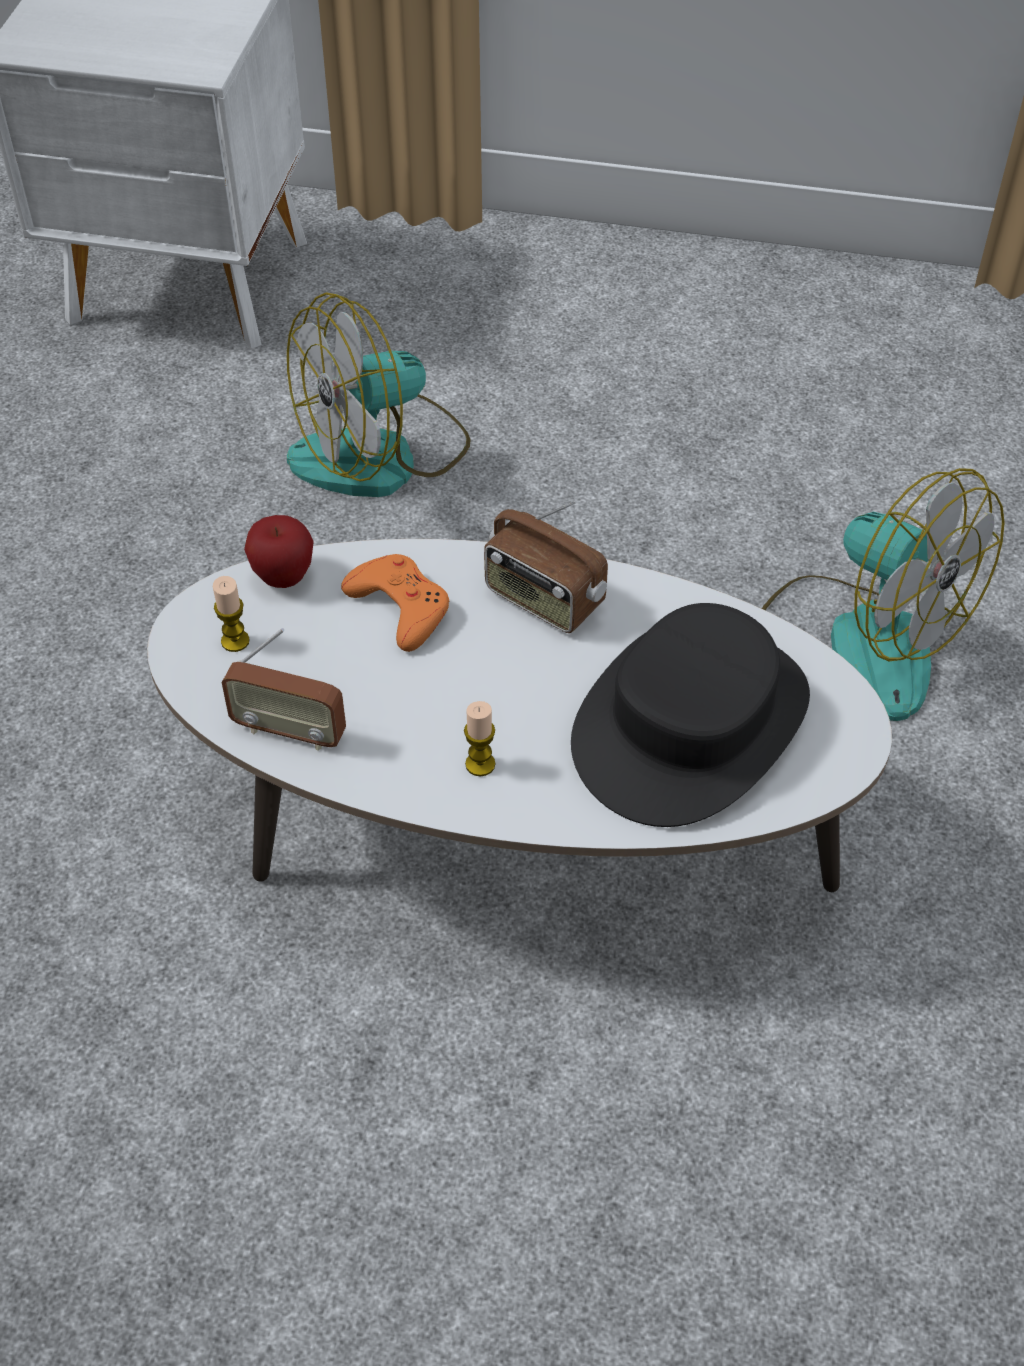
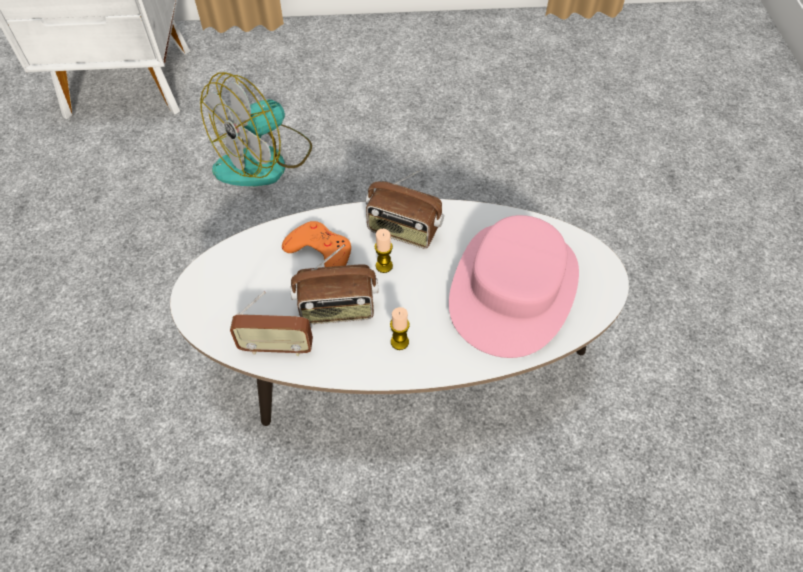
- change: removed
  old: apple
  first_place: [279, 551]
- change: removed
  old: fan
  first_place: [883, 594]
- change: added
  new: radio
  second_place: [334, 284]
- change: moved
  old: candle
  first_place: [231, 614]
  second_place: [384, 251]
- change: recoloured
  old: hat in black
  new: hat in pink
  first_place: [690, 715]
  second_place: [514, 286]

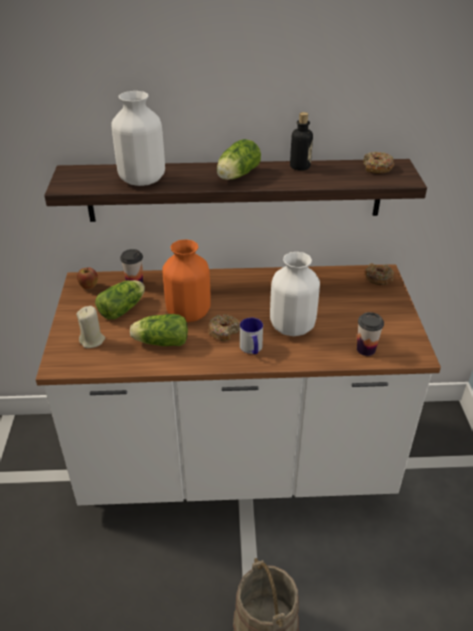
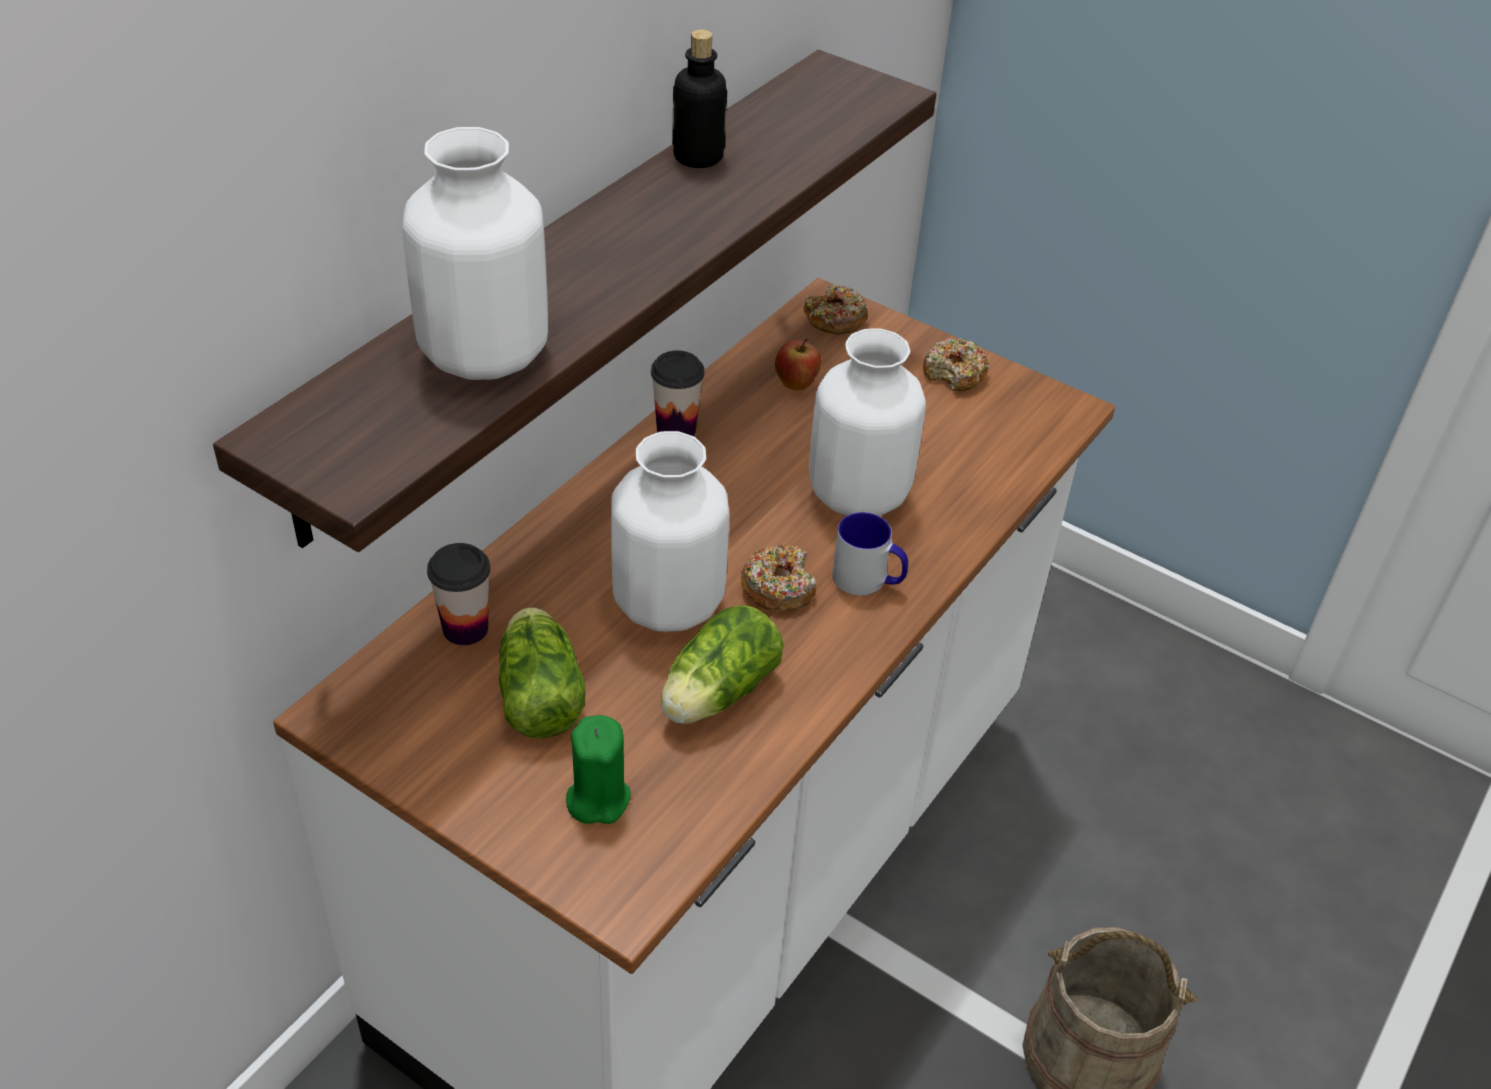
- change: removed
  old: lettuce
  first_place: [238, 159]
- change: moved
  old: apple
  first_place: [87, 278]
  second_place: [798, 364]
- change: moved
  old: cup
  first_place: [370, 334]
  second_place: [677, 393]
- change: moved
  old: donut
  first_place: [378, 163]
  second_place: [956, 364]
- change: recoloured
  old: candle in beige
  new: candle in green
  first_place: [90, 327]
  second_place: [598, 769]
- change: recoloured
  old: vase in orange
  new: vase in white
  first_place: [186, 280]
  second_place: [670, 531]

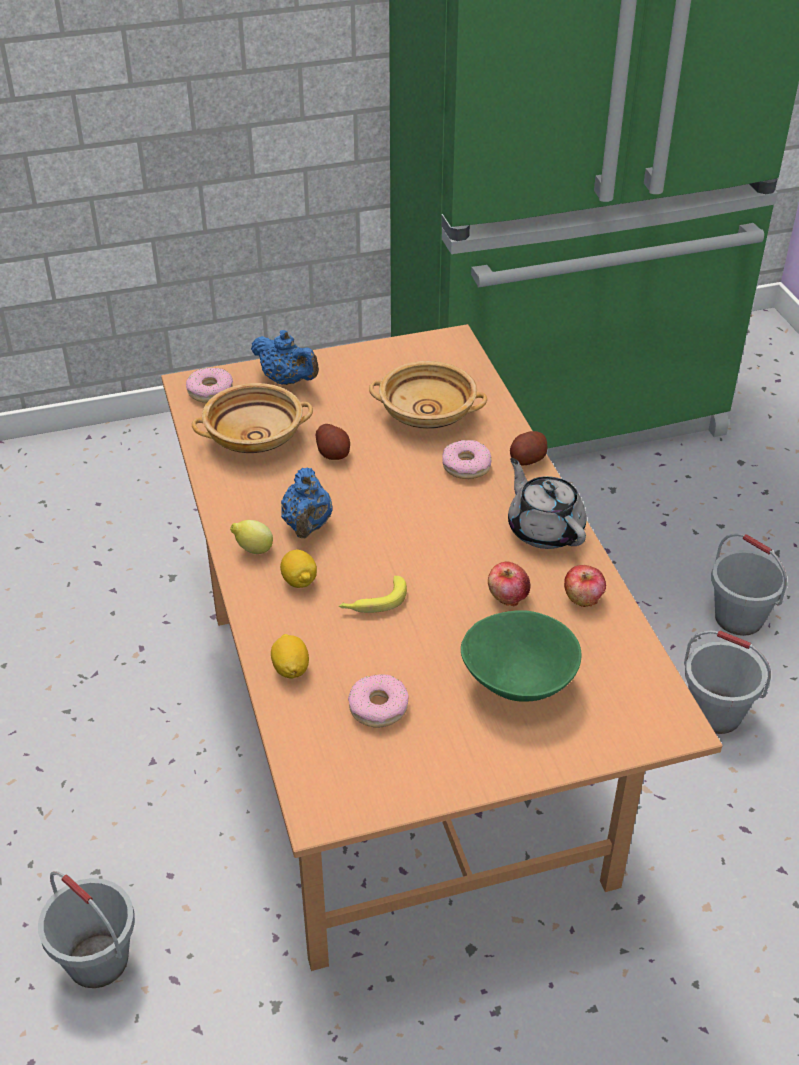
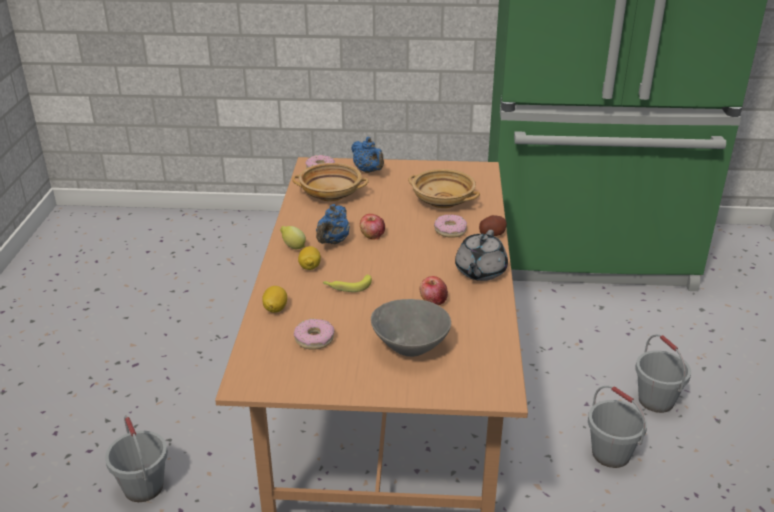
- change: removed
  old: potato
  first_place: [332, 442]
- change: moved
  old: apple
  first_place: [585, 586]
  second_place: [372, 227]
- change: recoloured
  old: bowl in green
  new: bowl in grey
  first_place: [521, 656]
  second_place: [411, 328]
- change: turned
  old: teapot in grey
  first_place: [547, 503]
  second_place: [481, 255]
  degrees: -150

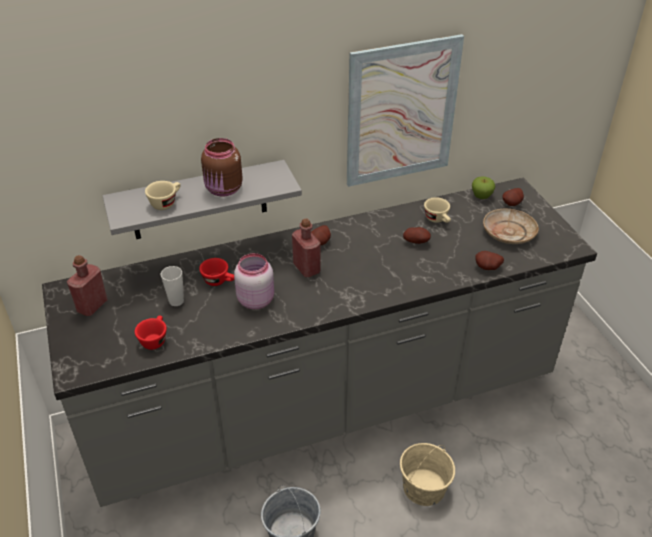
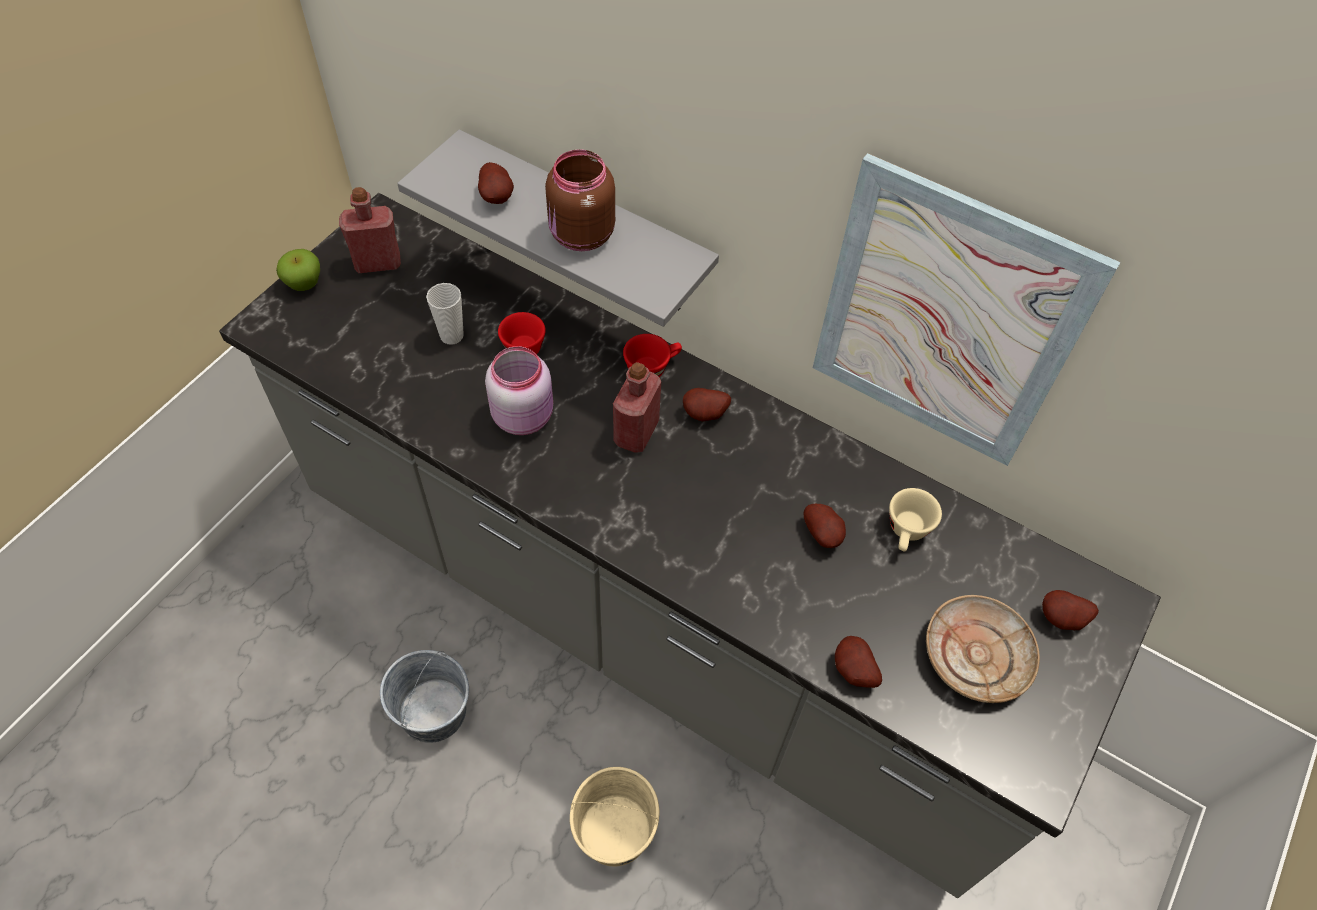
- change: moved
  old: cup in red
  first_place: [151, 332]
  second_place: [652, 355]
- change: moved
  old: apple
  first_place: [483, 187]
  second_place: [298, 270]
- change: replaced
  old: cup in beige
  new: potato
  first_place: [163, 195]
  second_place: [496, 183]

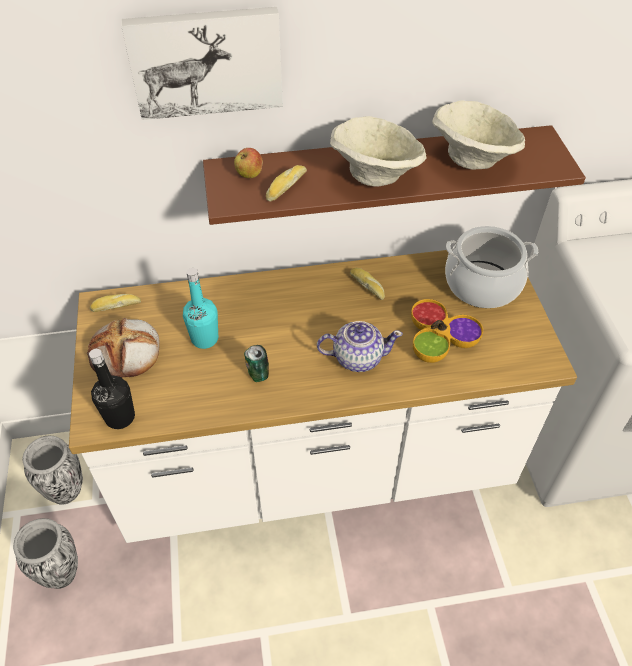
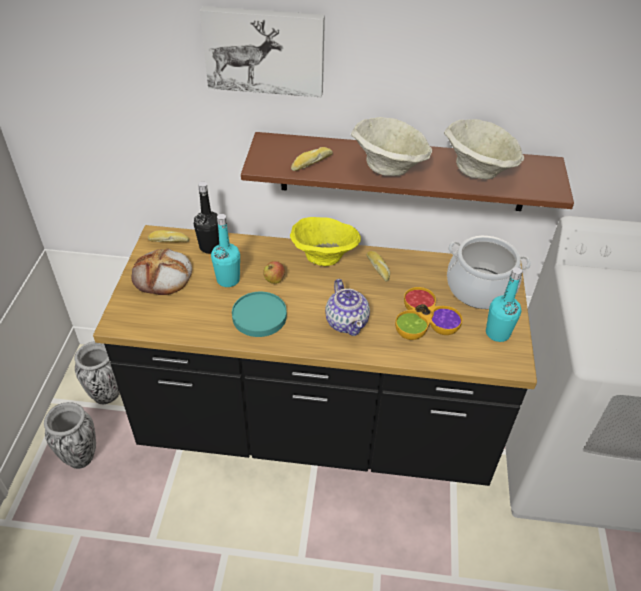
- change: added
  new: bowl in yellow
  second_place: [325, 241]
- change: added
  new: bottle in turquoise
  second_place: [504, 304]
- change: moved
  old: bottle in black
  first_place: [112, 389]
  second_place: [206, 218]
- change: moved
  old: apple
  first_place: [248, 163]
  second_place: [274, 272]
- change: replaced
  old: can
  new: plate in turquoise
  first_place: [256, 363]
  second_place: [259, 314]
- change: recoloured
  old: counter in white
  new: counter in black
  first_place: [323, 396]
  second_place: [315, 355]
- change: turned
  old: teapot
  first_place: [360, 346]
  second_place: [347, 307]
  degrees: 60

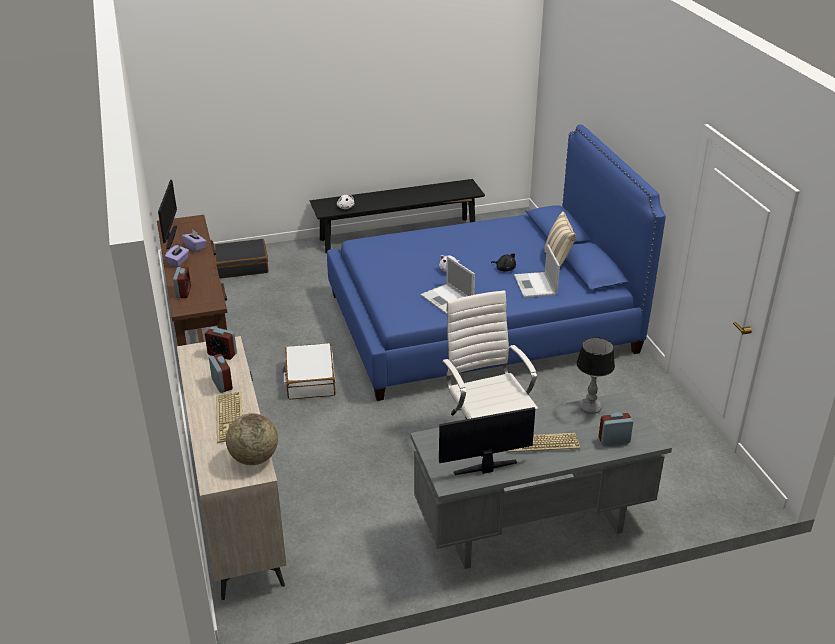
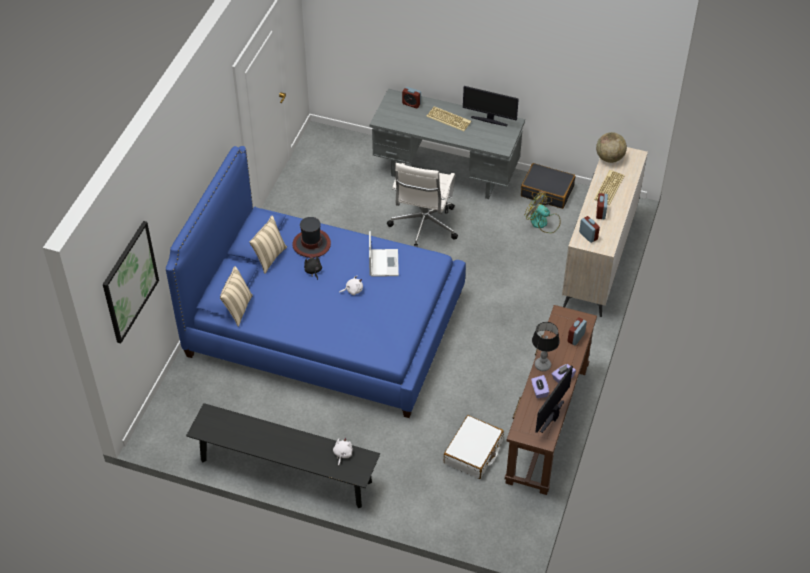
- change: added
  new: picture
  second_place: [131, 282]
- change: added
  new: pillow in beige
  second_place: [236, 296]
- change: added
  new: fan
  second_place: [543, 212]
- change: moved
  old: suitcase in black
  first_place: [241, 259]
  second_place: [548, 186]
- change: moved
  old: suitcase in white
  first_place: [309, 371]
  second_place: [474, 447]
- change: moved
  old: table lamp
  first_place: [595, 375]
  second_place: [546, 346]
- change: replaced
  old: laptop
  new: hat
  first_place: [537, 271]
  second_place: [311, 237]

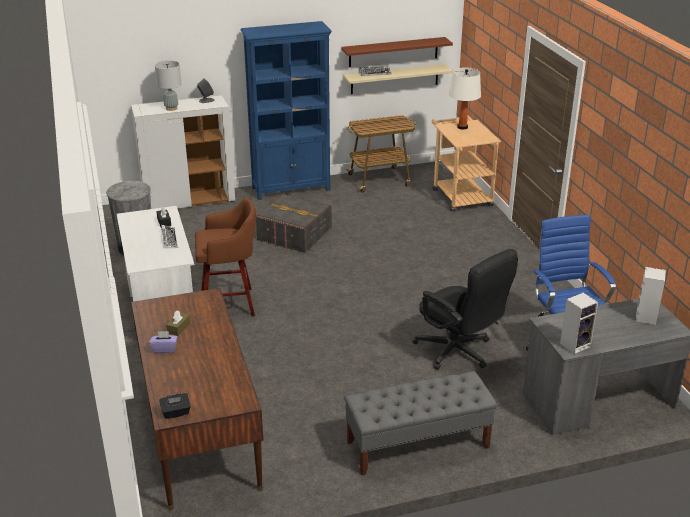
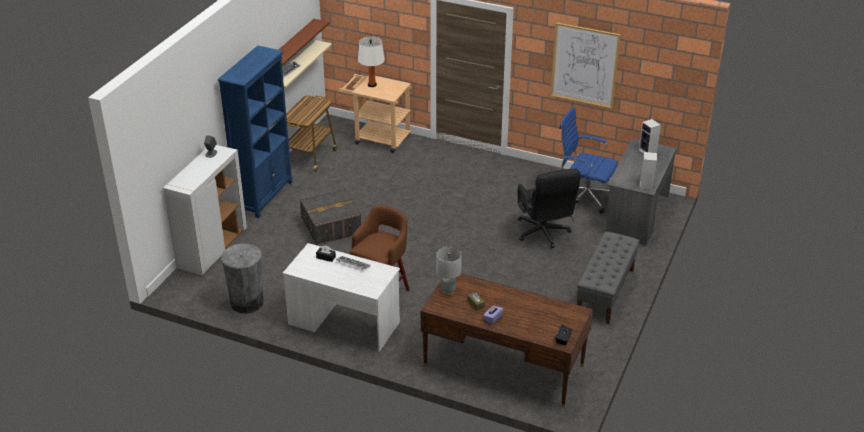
- change: added
  new: picture
  second_place: [585, 65]
- change: moved
  old: table lamp in grey
  first_place: [168, 86]
  second_place: [449, 271]
- change: turned
  old: office chair in black
  first_place: [465, 309]
  second_place: [548, 208]
  degrees: 75

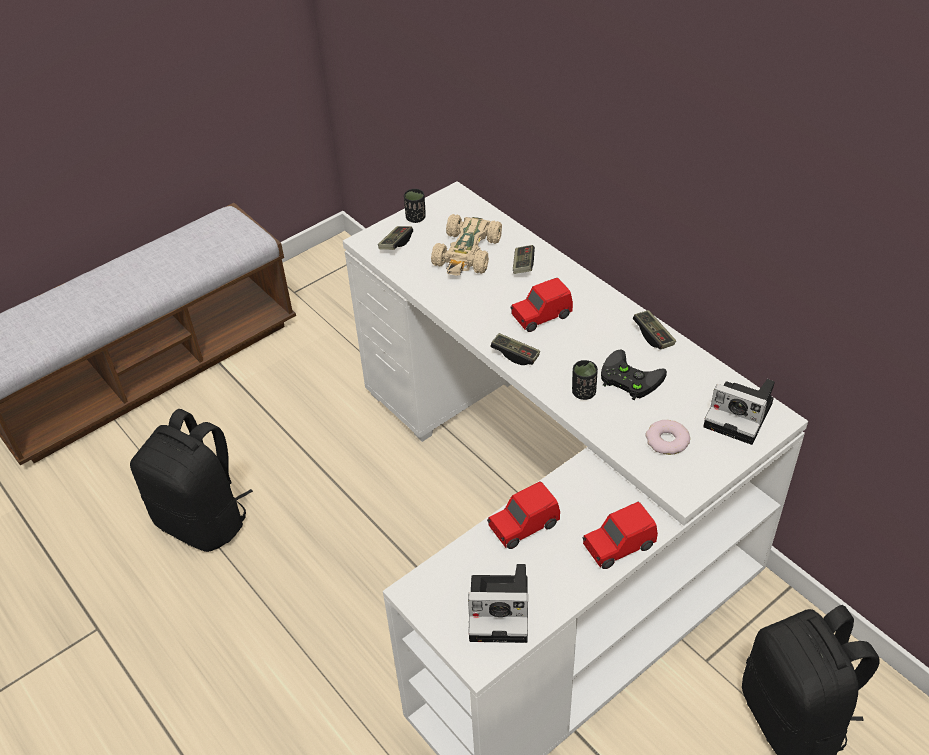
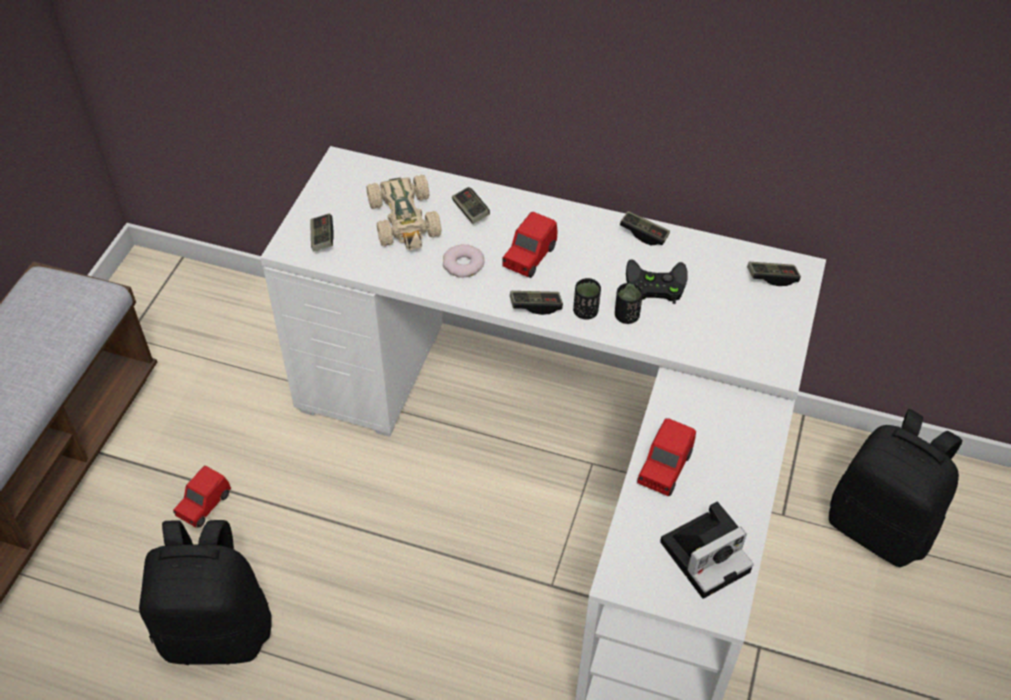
- change: moved
  old: cup in black
  first_place: [415, 206]
  second_place: [587, 299]
- change: moved
  old: toy car in red
  first_place: [620, 535]
  second_place: [202, 497]
- change: moved
  old: donut
  first_place: [667, 437]
  second_place: [463, 261]
- change: replaced
  old: photo camera
  new: game controller
  first_place: [739, 412]
  second_place: [774, 274]

